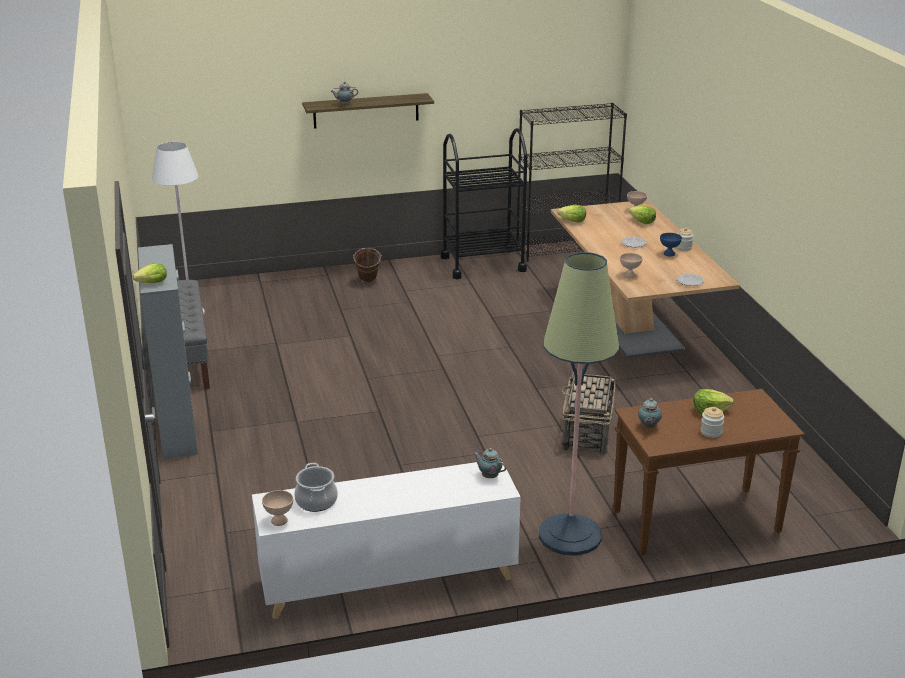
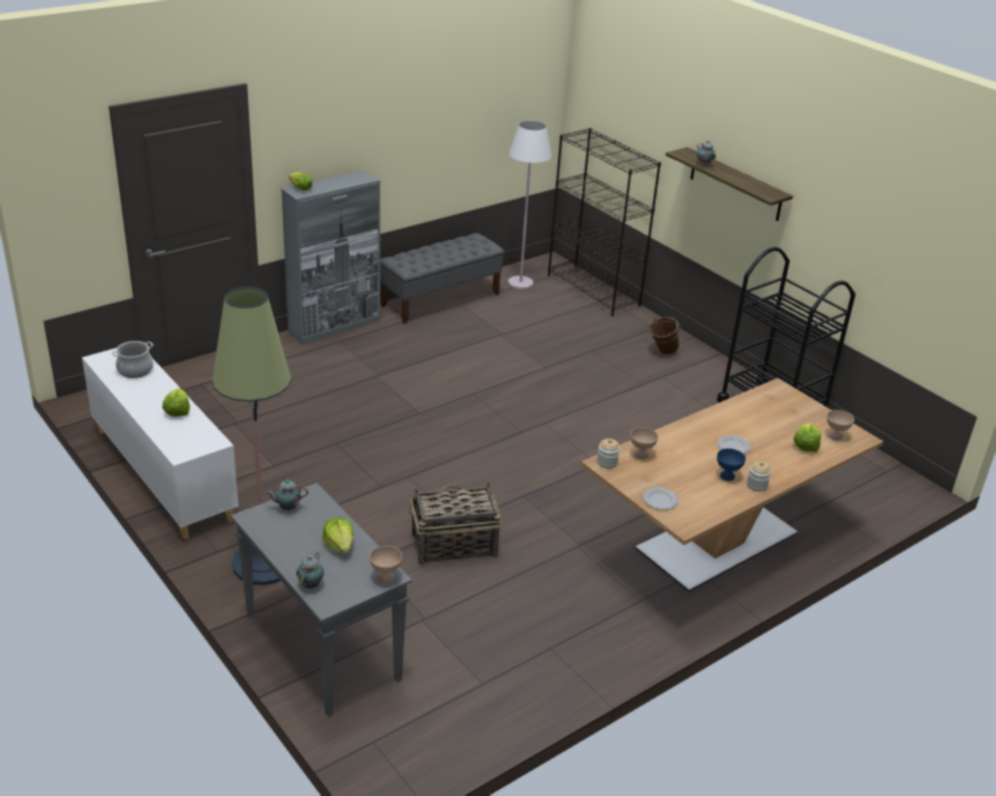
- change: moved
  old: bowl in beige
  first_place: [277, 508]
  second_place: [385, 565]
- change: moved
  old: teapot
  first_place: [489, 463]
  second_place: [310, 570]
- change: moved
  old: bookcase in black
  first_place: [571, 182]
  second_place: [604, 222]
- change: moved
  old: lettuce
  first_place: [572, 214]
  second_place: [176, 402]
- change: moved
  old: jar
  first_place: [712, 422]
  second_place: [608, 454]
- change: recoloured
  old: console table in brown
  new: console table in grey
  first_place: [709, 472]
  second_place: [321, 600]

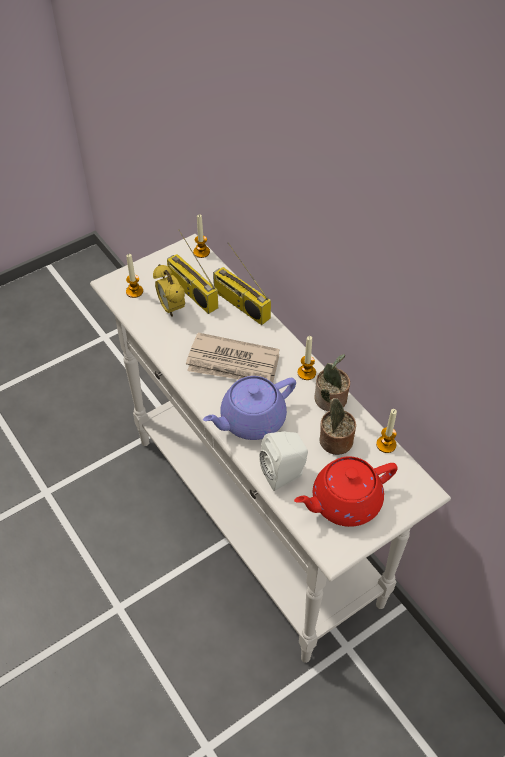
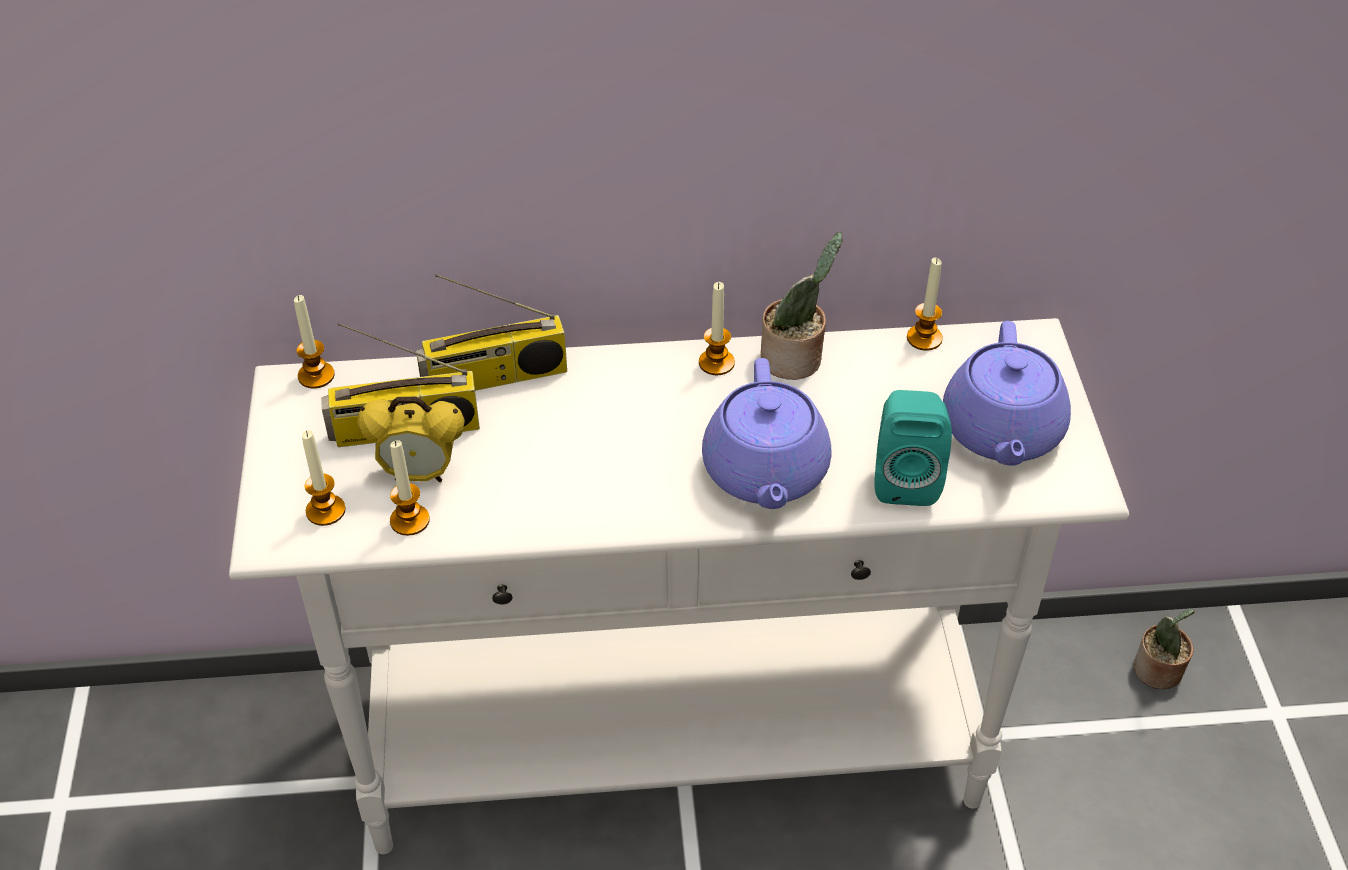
- change: removed
  old: newspaper
  first_place: [233, 358]
- change: added
  new: candle
  second_place: [410, 488]
- change: moved
  old: potted plant
  first_place: [337, 422]
  second_place: [1164, 649]
- change: recoloured
  old: speaker in white
  new: speaker in turquoise
  first_place: [283, 461]
  second_place: [913, 448]
- change: recoloured
  old: teapot in red
  new: teapot in purple
  first_place: [346, 491]
  second_place: [1007, 393]

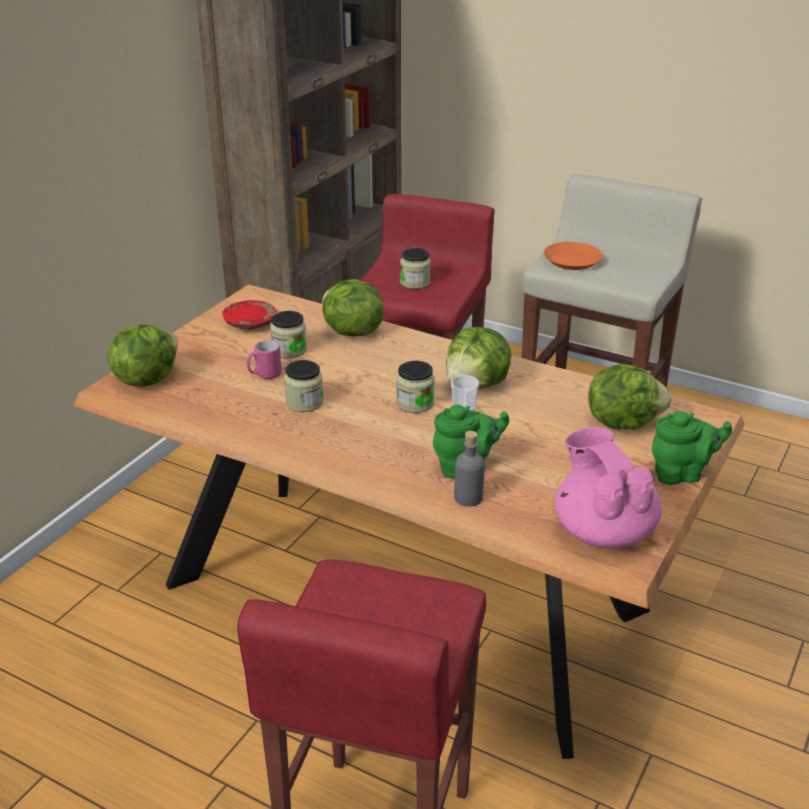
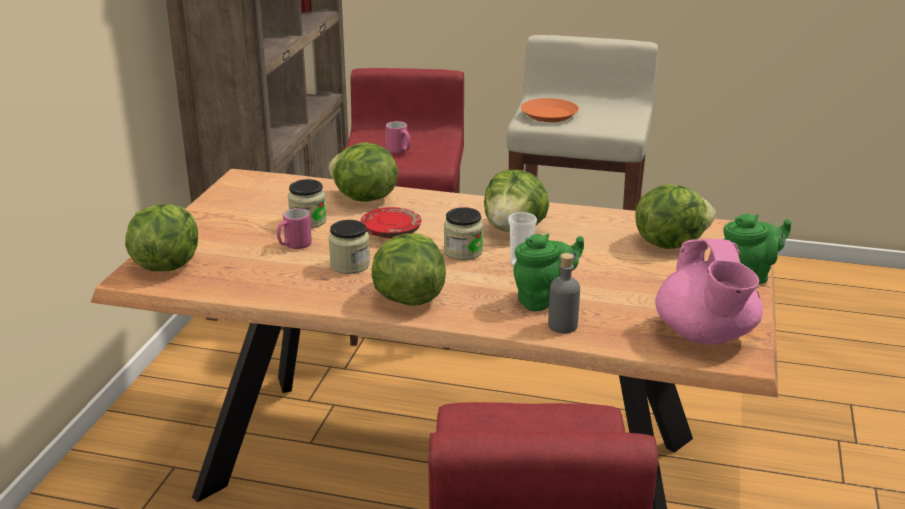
- change: added
  new: lettuce
  second_place: [408, 270]
- change: moved
  old: plate in red
  first_place: [249, 314]
  second_place: [391, 222]
- change: replaced
  old: jar
  new: mug in pink
  first_place: [415, 268]
  second_place: [398, 137]
- change: turned
  old: teapot in pink
  first_place: [608, 487]
  second_place: [709, 292]
  degrees: -150

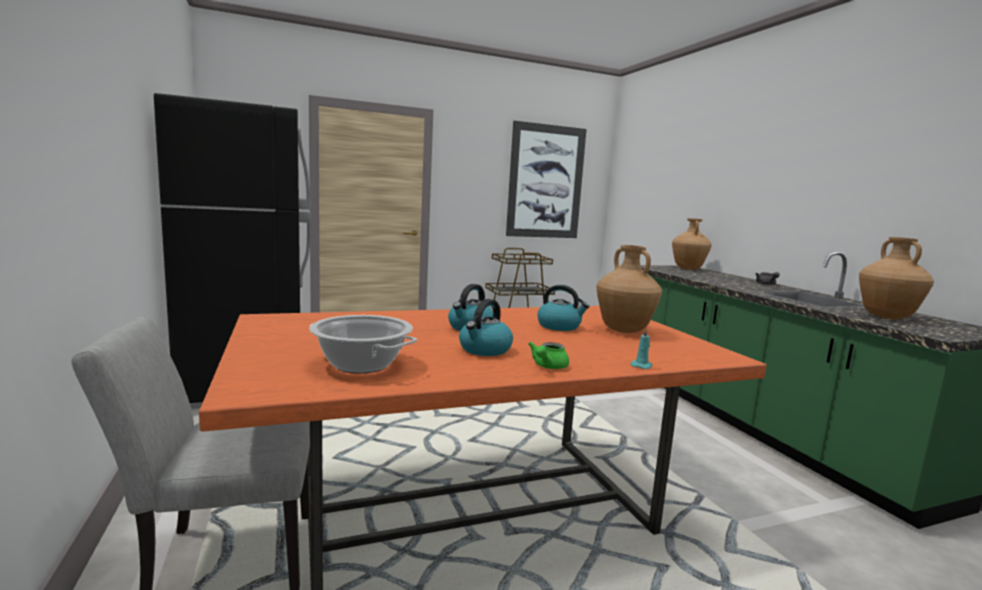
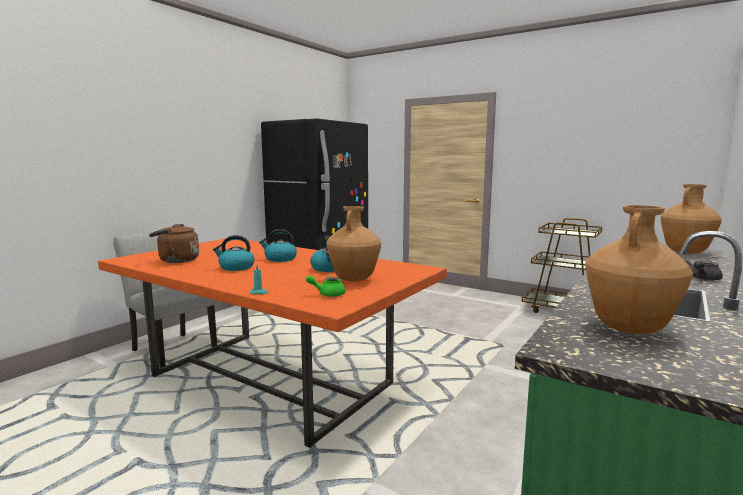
- change: removed
  old: picture
  first_place: [546, 179]
- change: moved
  old: teapot in green
  first_place: [548, 355]
  second_place: [325, 286]
- change: replaced
  old: cooking pot
  new: kettle in brown
  first_place: [363, 344]
  second_place: [174, 243]

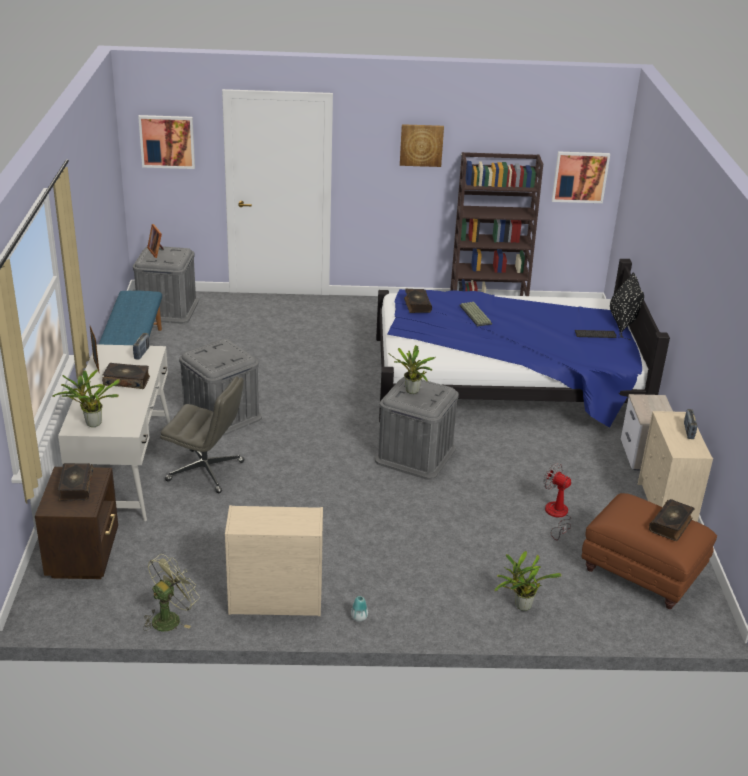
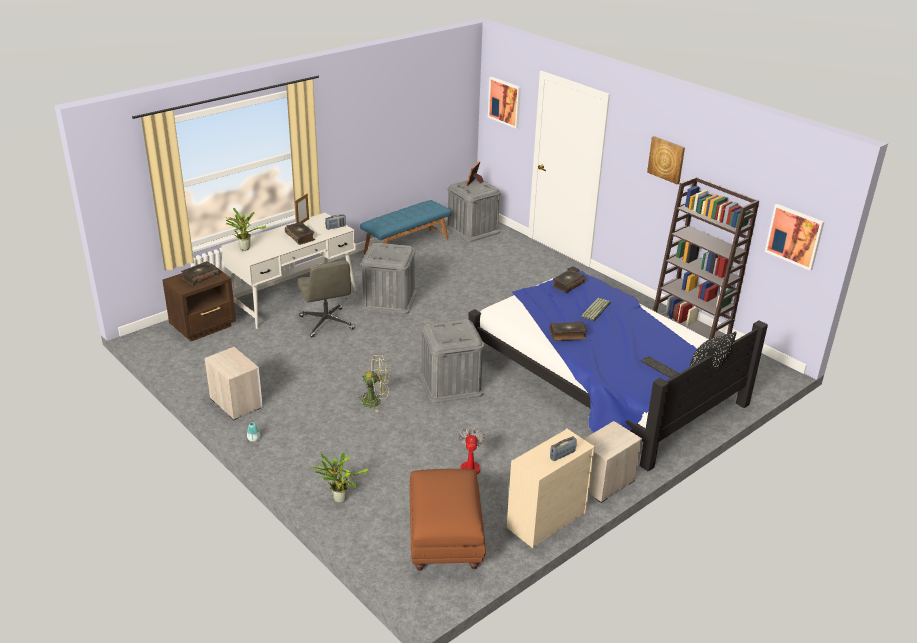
- change: removed
  old: potted plant
  first_place: [412, 369]
- change: moved
  old: fan in green
  first_place: [171, 592]
  second_place: [372, 383]
- change: moved
  old: book
  first_place: [672, 520]
  second_place: [568, 331]
- change: replaced
  old: dresser in beige
  new: nightstand
  first_place: [274, 560]
  second_place: [233, 383]

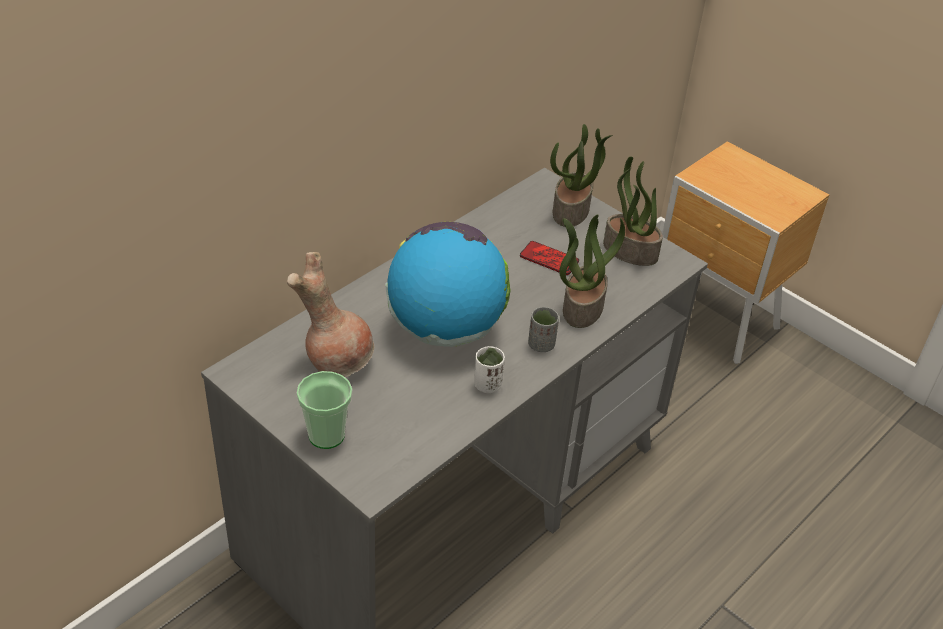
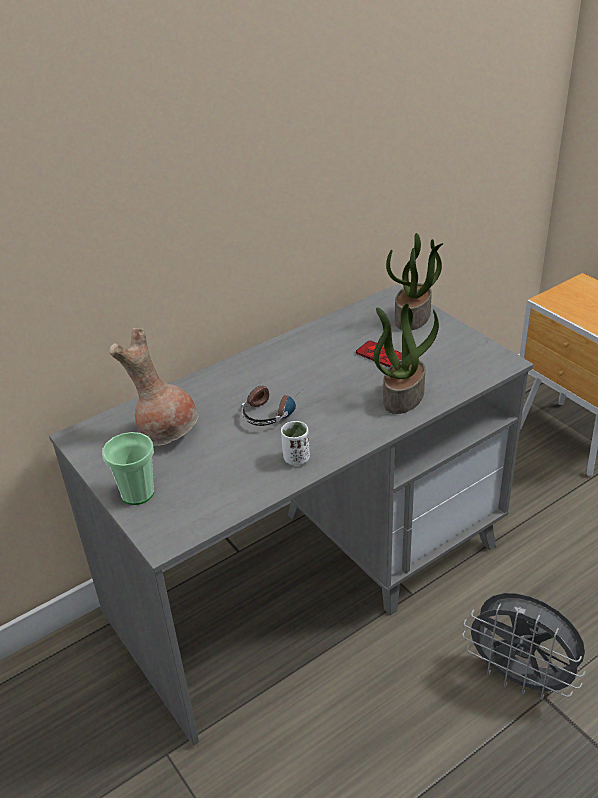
- change: removed
  old: cup in grey
  first_place: [543, 329]
- change: removed
  old: potted plant
  first_place: [633, 211]
- change: added
  new: fan in grey
  second_place: [524, 646]
- change: replaced
  old: globe
  new: headphones
  first_place: [448, 284]
  second_place: [272, 405]

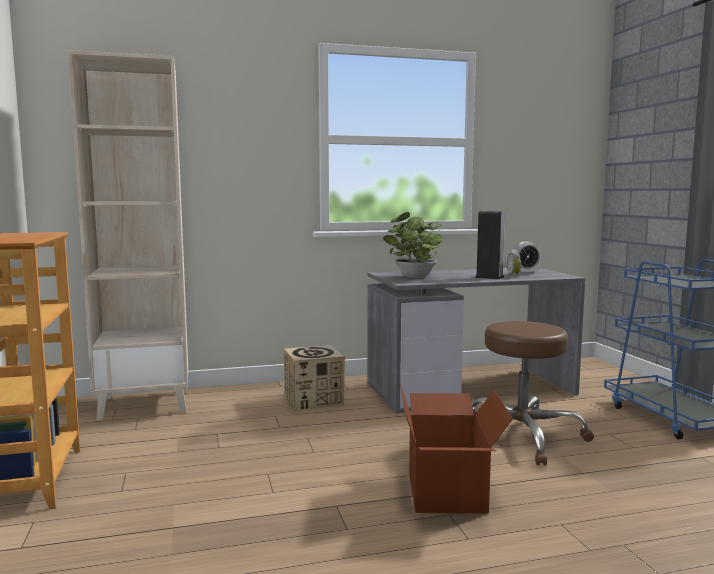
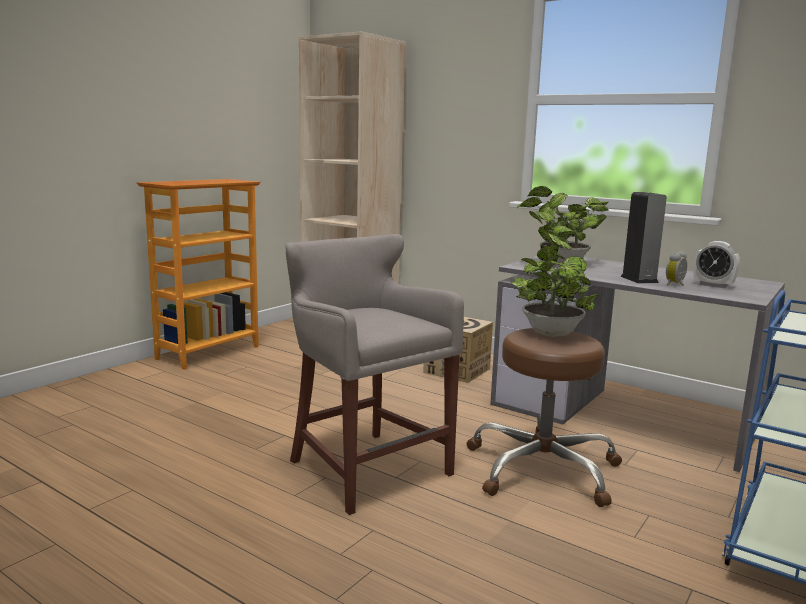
- change: added
  new: potted plant
  second_place: [555, 285]
- change: replaced
  old: cardboard box
  new: stool in grey
  first_place: [456, 449]
  second_place: [374, 374]

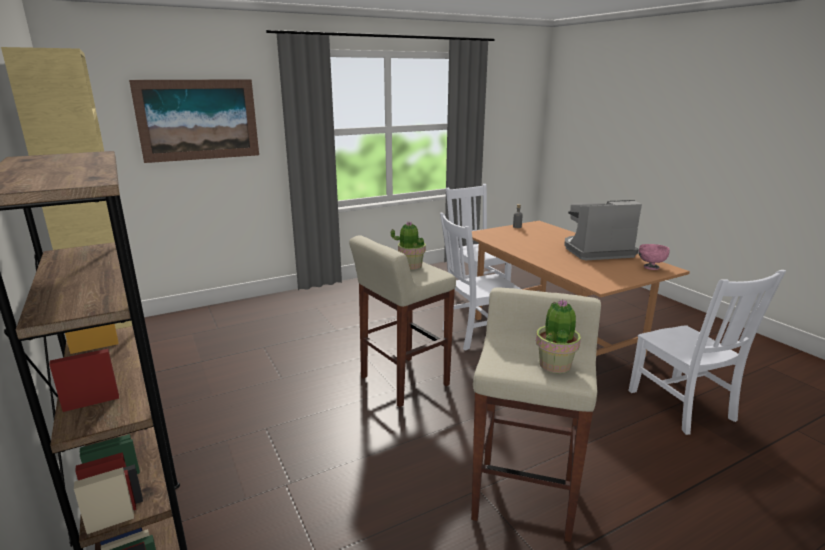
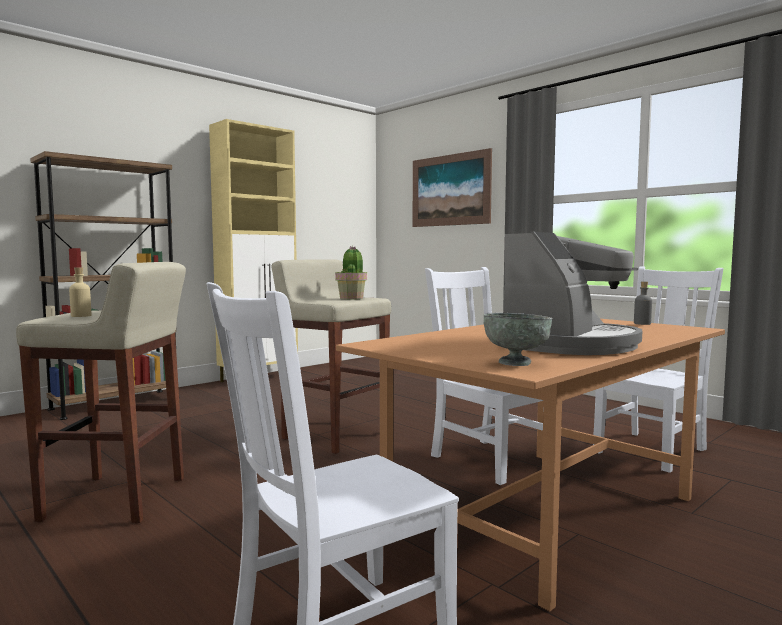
- change: replaced
  old: potted plant
  new: bottle in beige
  first_place: [558, 336]
  second_place: [80, 292]
- change: recoloured
  old: bowl in pink
  new: bowl in grey
  first_place: [654, 257]
  second_place: [518, 339]
- change: turned
  old: coffee machine
  first_place: [603, 230]
  second_place: [573, 293]
  degrees: 60

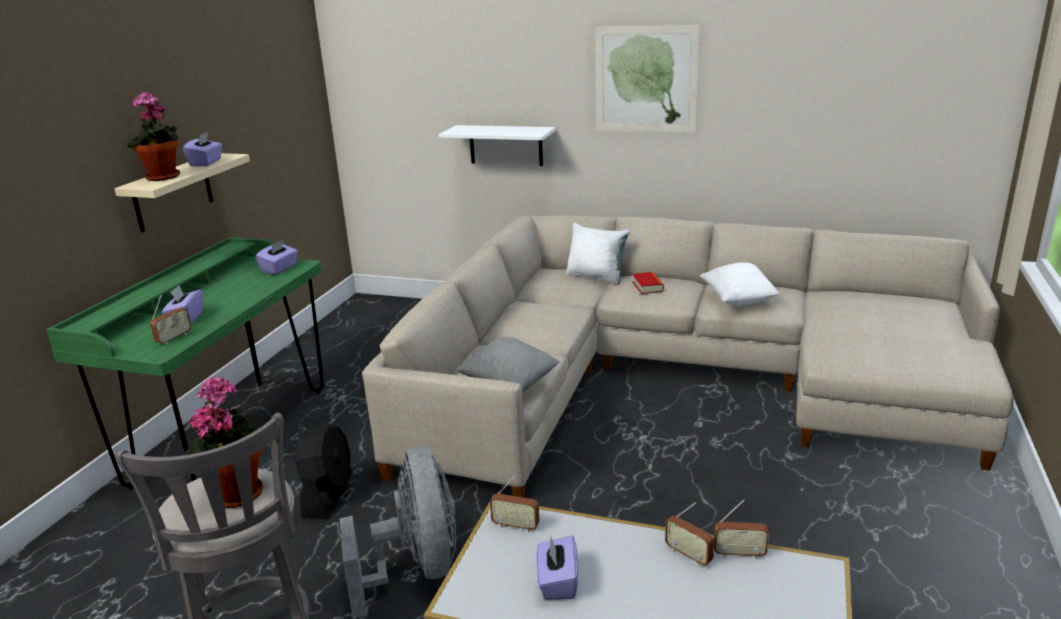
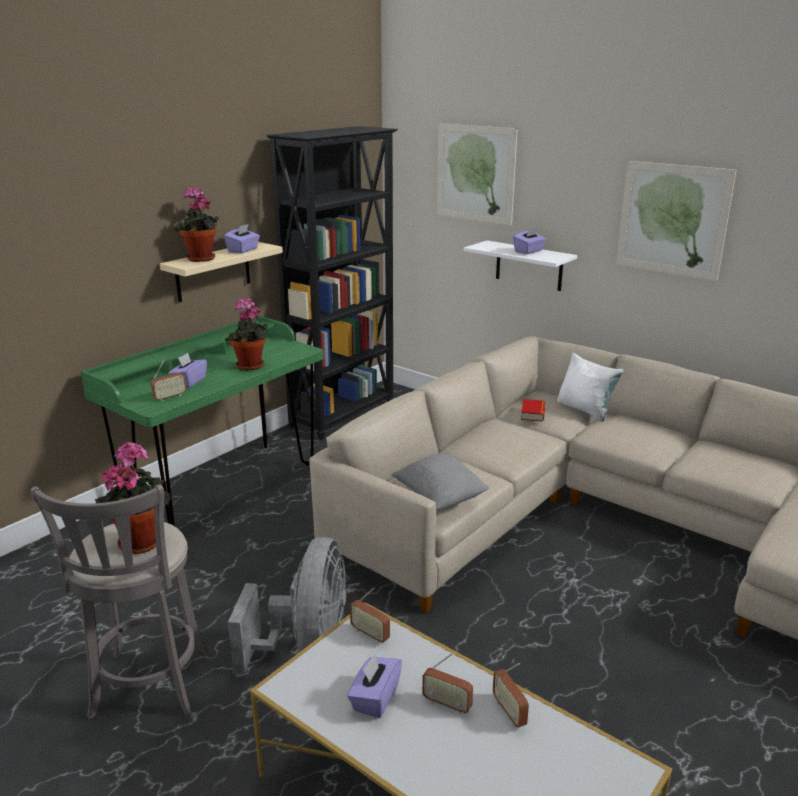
- change: removed
  old: fan in black
  first_place: [323, 471]
- change: removed
  old: pillow in white
  first_place: [740, 284]
- change: added
  new: potted plant
  second_place: [246, 334]
- change: added
  new: bookcase in black
  second_place: [332, 283]
- change: added
  new: picture
  second_place: [477, 175]
- change: moved
  old: tissue box in purple
  first_place: [276, 257]
  second_place: [529, 240]
- change: moved
  old: book
  first_place: [648, 283]
  second_place: [533, 410]
- change: moved
  old: radio
  first_place: [741, 529]
  second_place: [447, 683]

